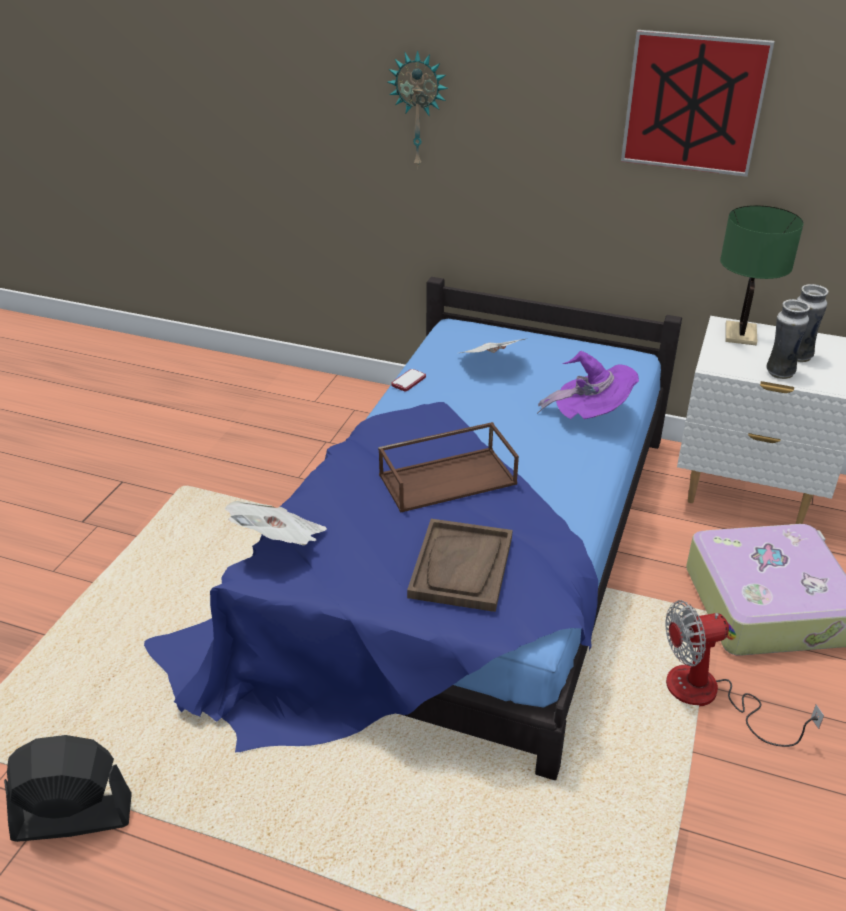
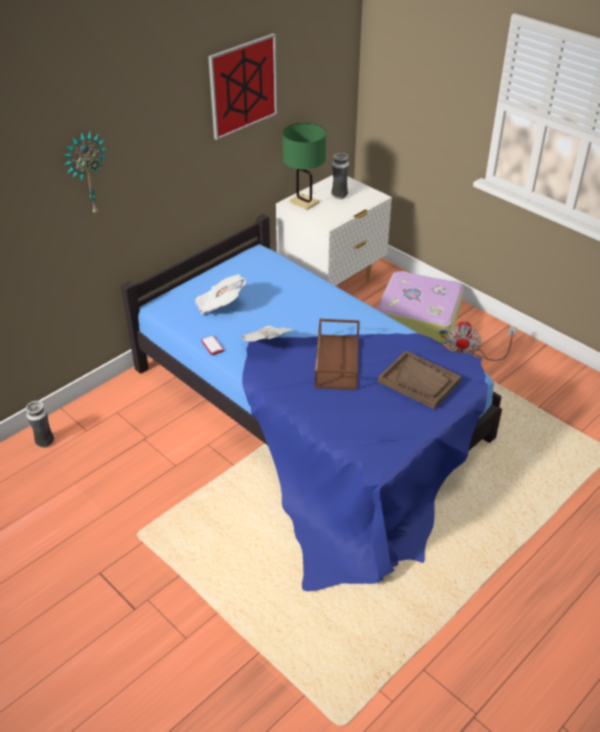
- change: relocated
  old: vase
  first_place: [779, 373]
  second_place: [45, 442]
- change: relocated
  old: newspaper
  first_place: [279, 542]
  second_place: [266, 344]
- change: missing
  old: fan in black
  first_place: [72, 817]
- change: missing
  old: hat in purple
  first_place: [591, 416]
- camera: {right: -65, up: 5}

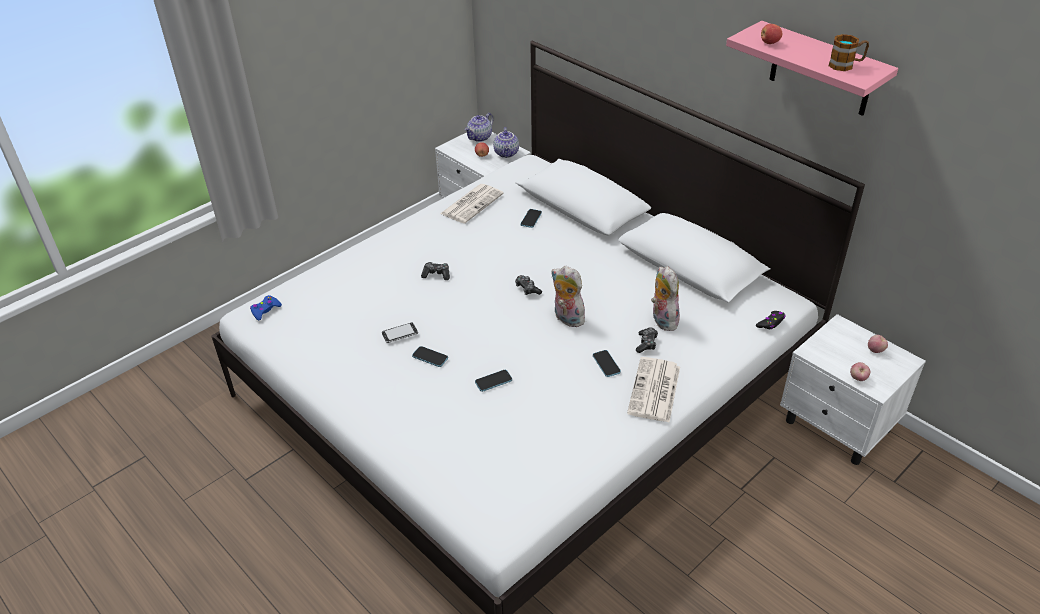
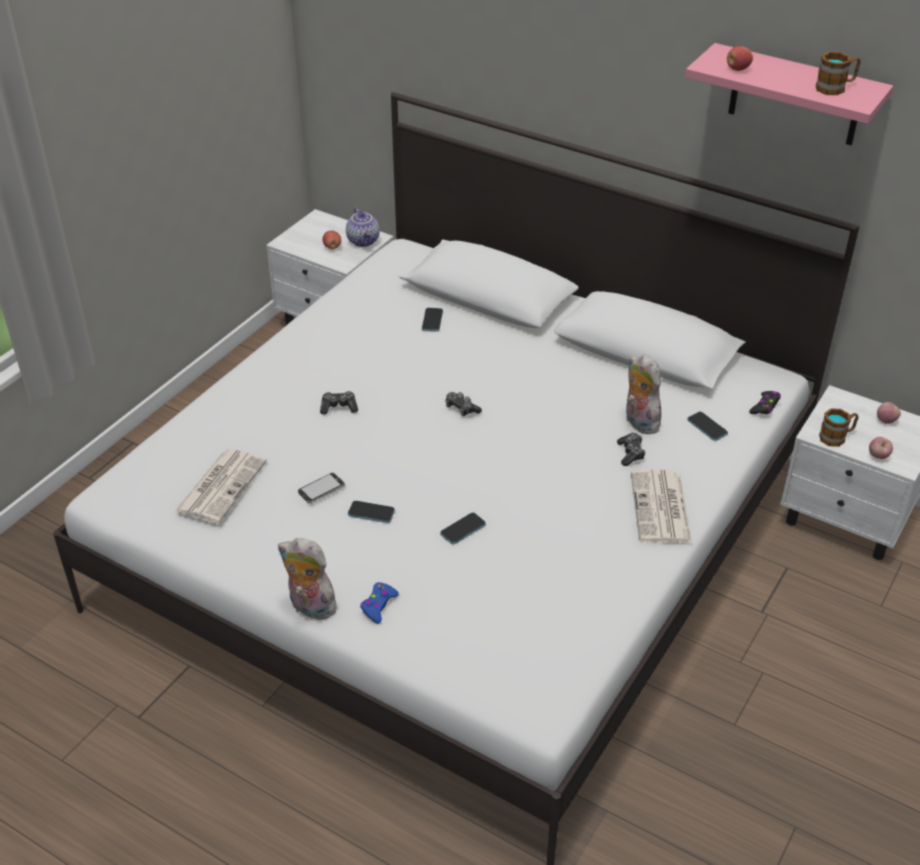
- change: relocated
  old: newspaper
  first_place: [472, 203]
  second_place: [221, 485]
- change: relocated
  old: plush toy
  first_place: [566, 318]
  second_place: [309, 607]
- change: relocated
  old: game controller in blue
  first_place: [265, 310]
  second_place: [378, 606]
- change: relocated
  old: phone
  first_place: [606, 364]
  second_place: [707, 427]
- change: appeared
  new: mug
  second_place: [837, 437]
- change: missing
  old: teapot
  first_place: [480, 137]
- camera: {right: -15, up: 0}

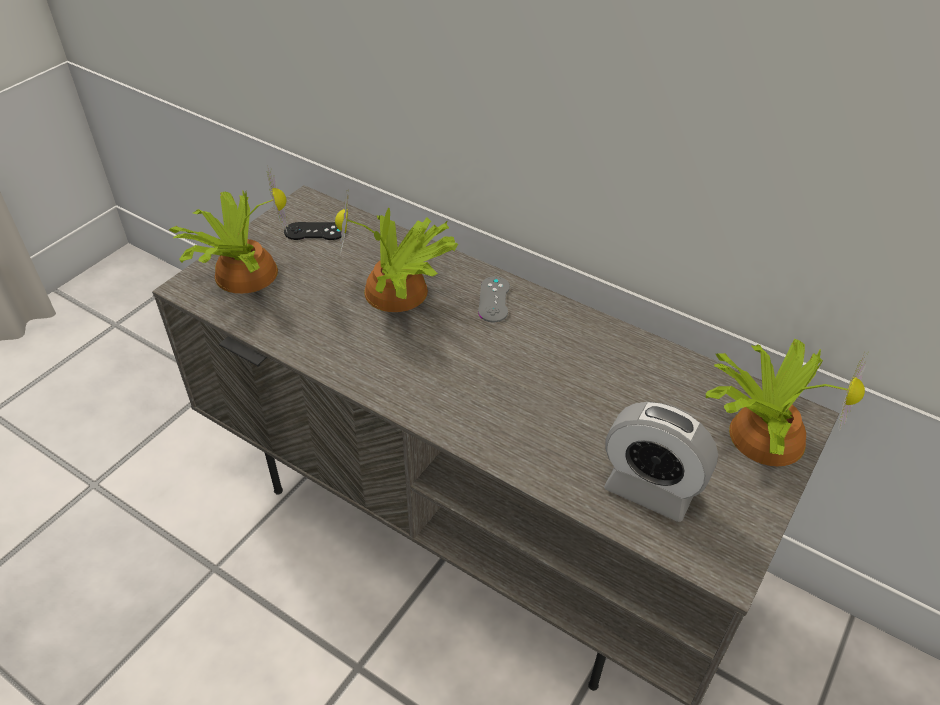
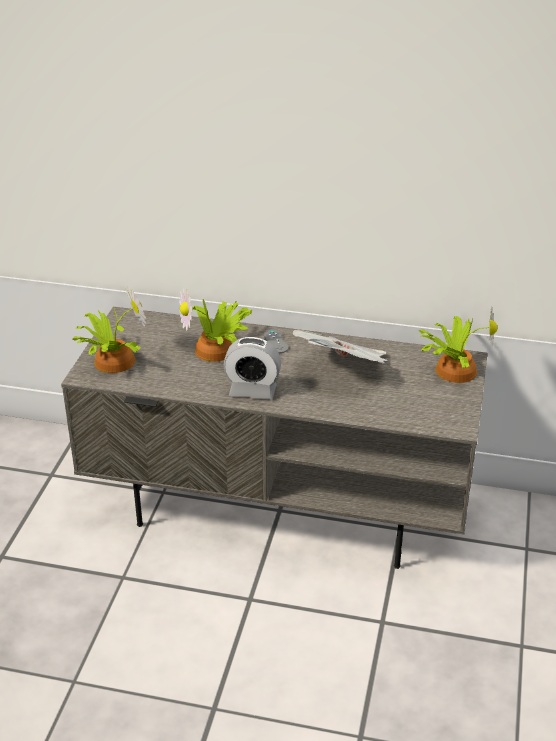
- change: relocated
  old: alarm clock
  first_place: [649, 489]
  second_place: [252, 391]
- change: appeared
  new: newspaper
  second_place: [344, 368]
- change: missing
  old: game controller in black
  first_place: [315, 231]
- camera: {right: -20, up: -10}

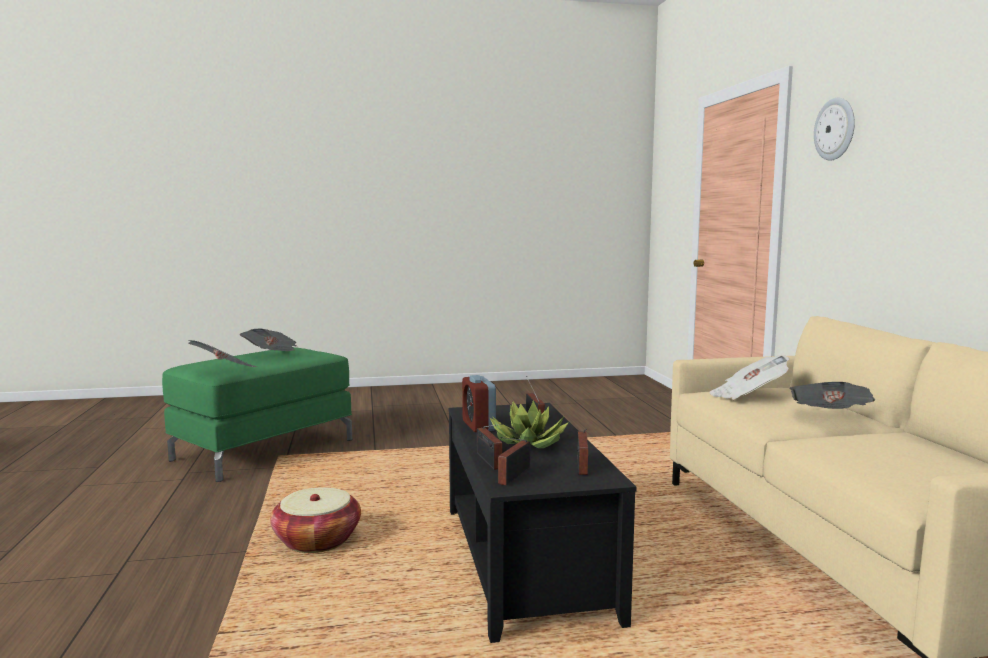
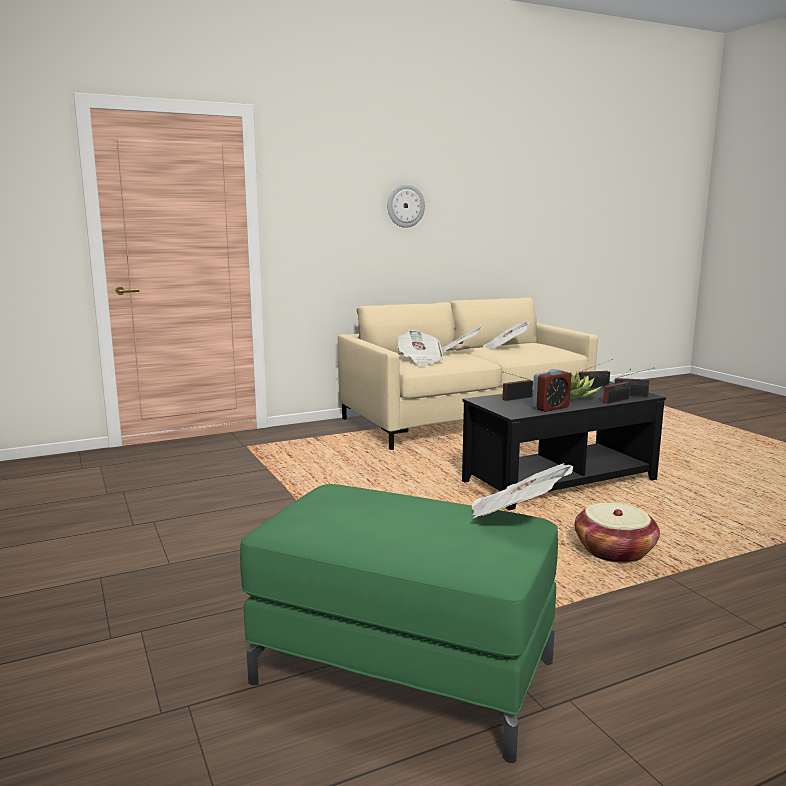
- change: relocated
  old: wall clock
  first_place: [835, 129]
  second_place: [405, 206]
- change: relocated
  old: newspaper
  first_place: [272, 355]
  second_place: [505, 347]
- camera: {right: -105, up: 5}

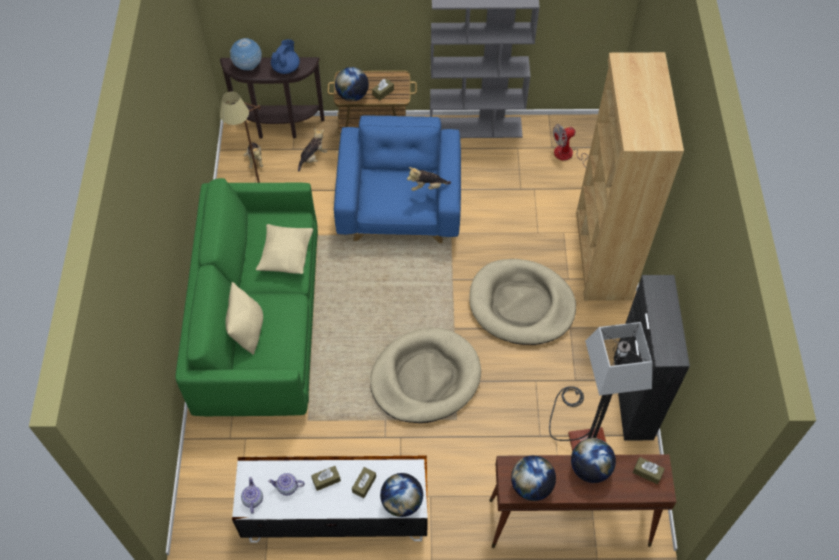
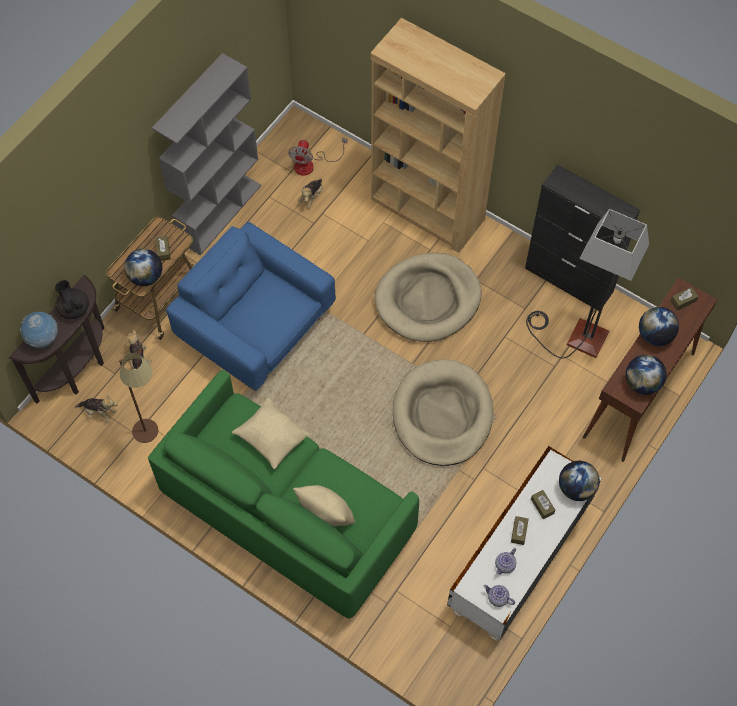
- change: colour
  old: teapot in blue
  new: teapot in black
  first_place: [286, 68]
  second_place: [74, 308]
- change: relocated
  old: plush toy
  first_place: [427, 187]
  second_place: [311, 197]
- camera: {right: -55, up: 5}

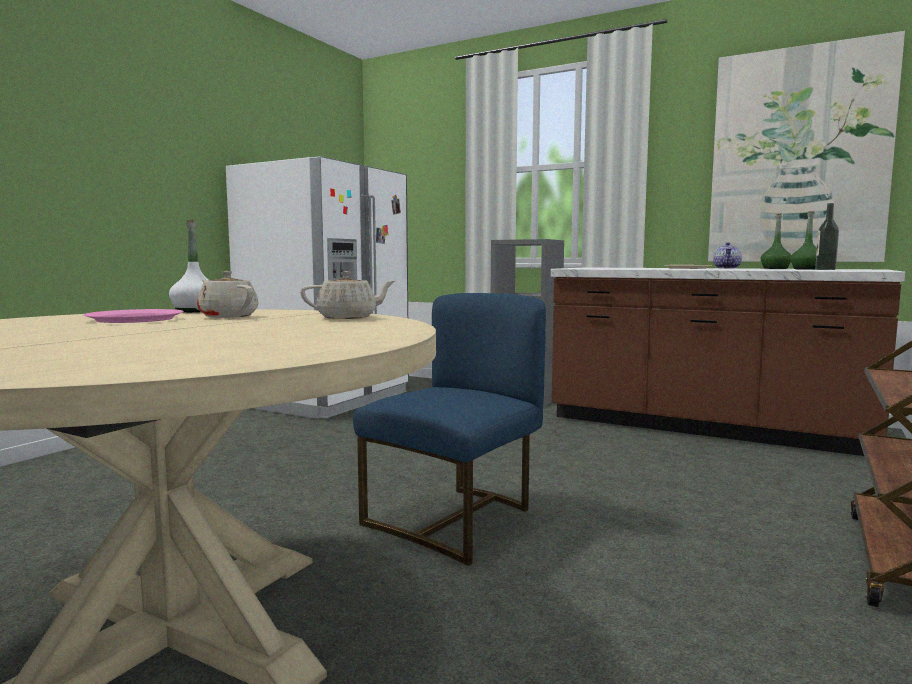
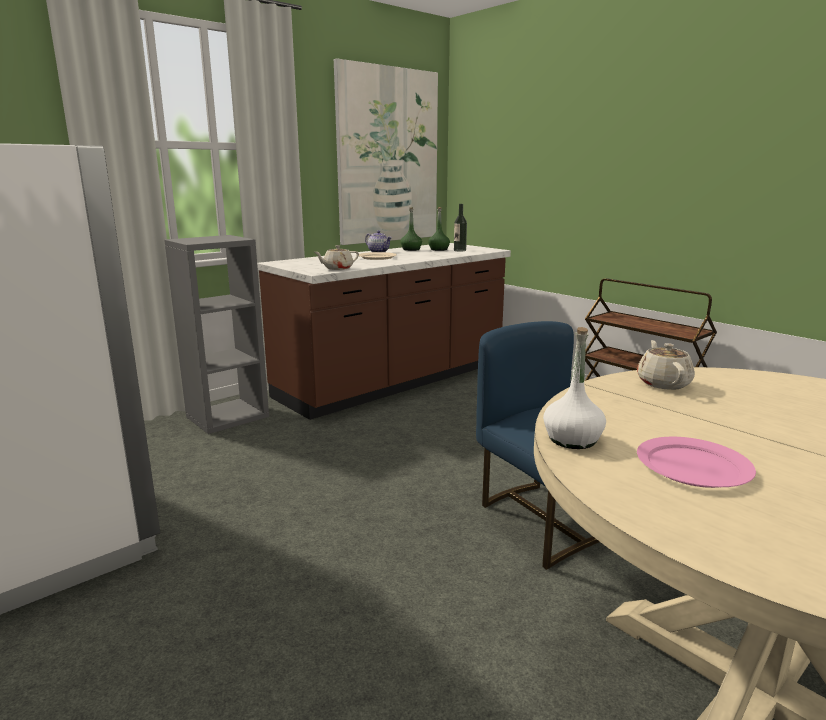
- change: relocated
  old: teapot in beige
  first_place: [228, 316]
  second_place: [337, 268]
- camera: {right: -70, up: 10}

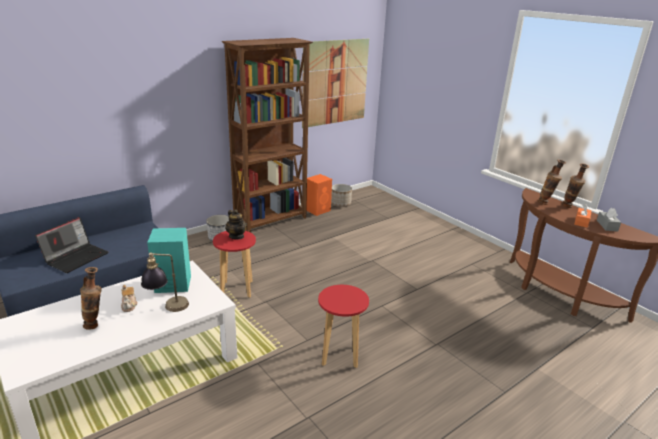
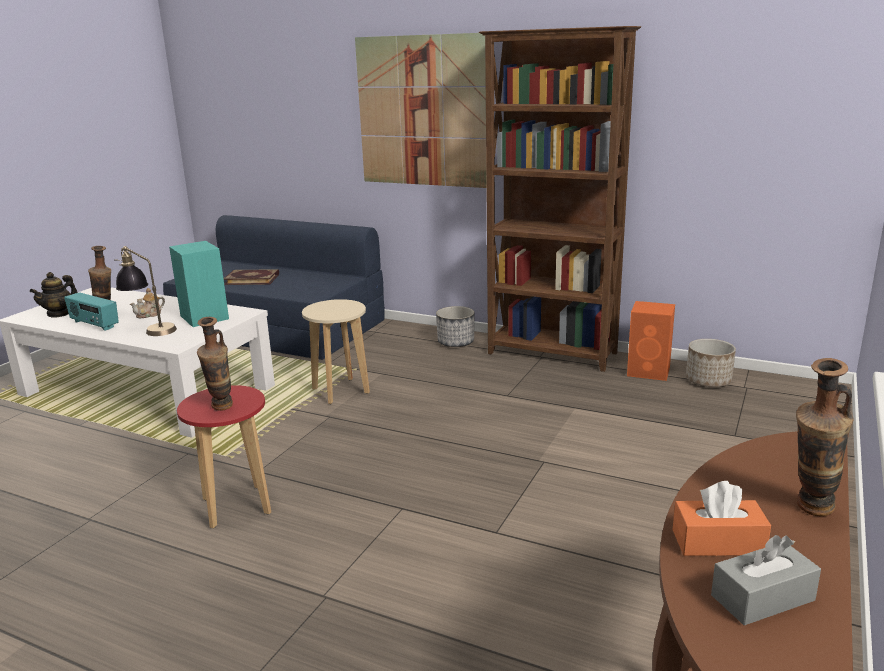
- change: relocated
  old: teapot
  first_place: [236, 236]
  second_place: [59, 313]
- change: appeared
  new: radio
  second_place: [94, 325]
- change: relocated
  old: vase
  first_place: [546, 204]
  second_place: [221, 409]
- change: exchanged
  old: laptop
  new: book
  first_place: [76, 257]
  second_place: [252, 279]
- change: colour
  old: stool in red
  new: stool in beige
  first_place: [237, 289]
  second_place: [341, 391]
- change: relocated
  old: picture
  first_place: [335, 82]
  second_place: [422, 112]
- camera: {right: 65, up: -5}

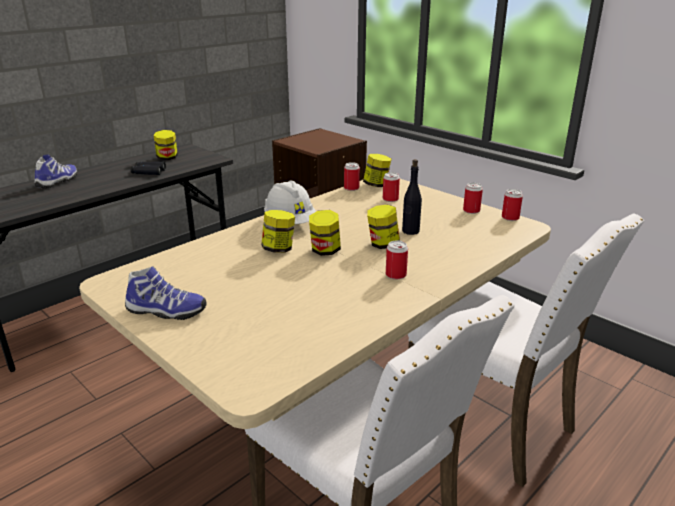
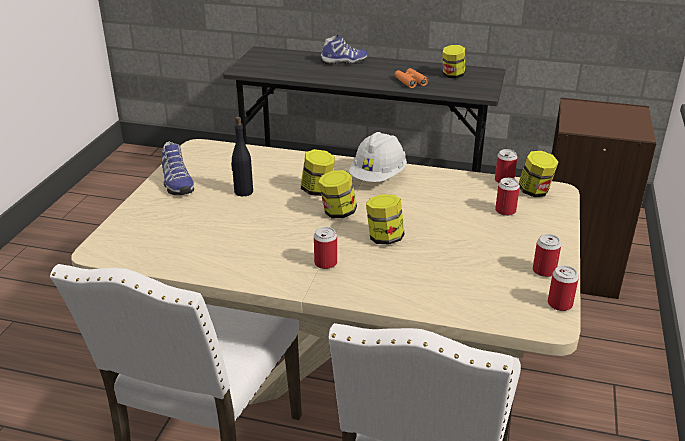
- change: relocated
  old: bottle in black
  first_place: [410, 231]
  second_place: [243, 192]
- change: colour
  old: binoculars in black
  new: binoculars in orange
  first_place: [148, 172]
  second_place: [410, 82]
- camera: {right: 60, up: 5}

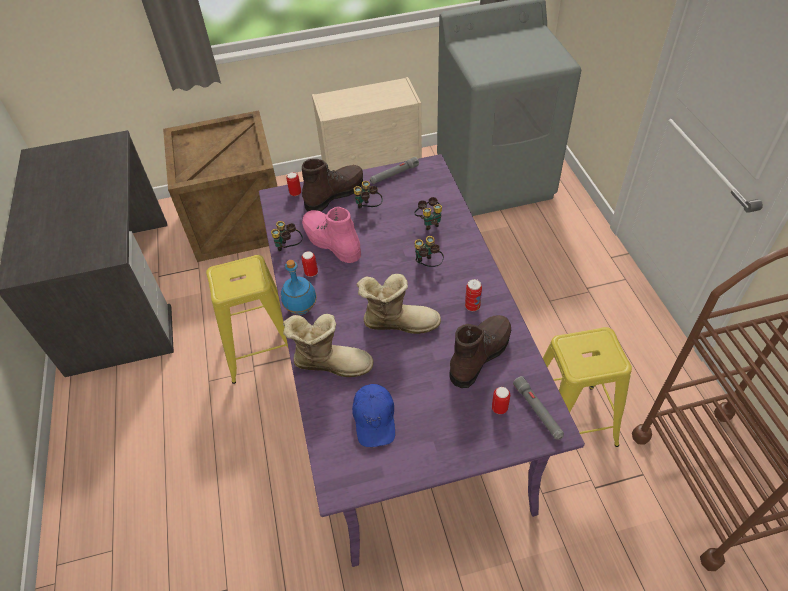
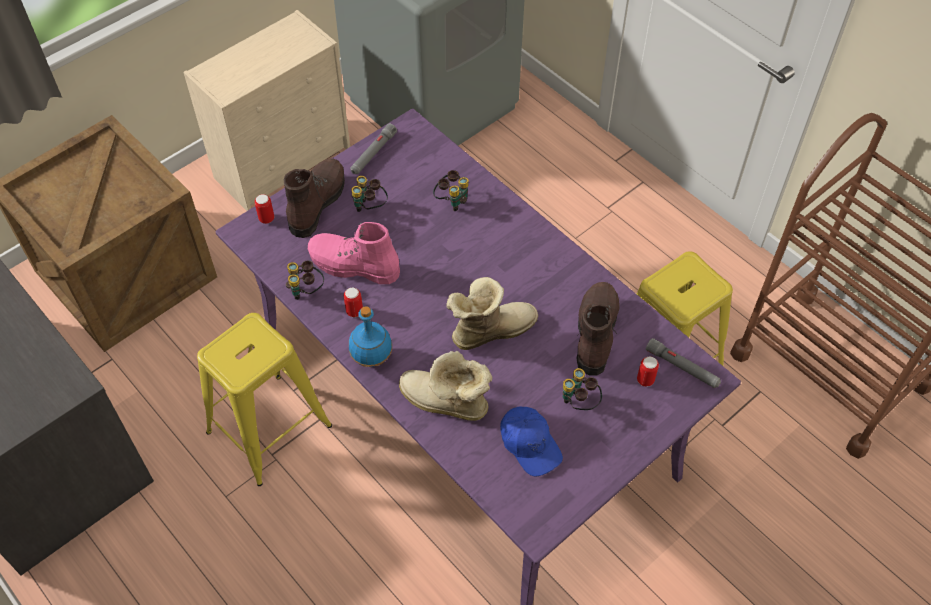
- change: spun
  old: boot
  first_place: [331, 362]
  second_place: [445, 404]
  degrees: -135
- change: relocated
  old: binoculars
  first_place: [427, 265]
  second_place: [579, 403]
- change: missing
  old: can
  first_place: [472, 306]
- camera: {right: -30, up: 5}

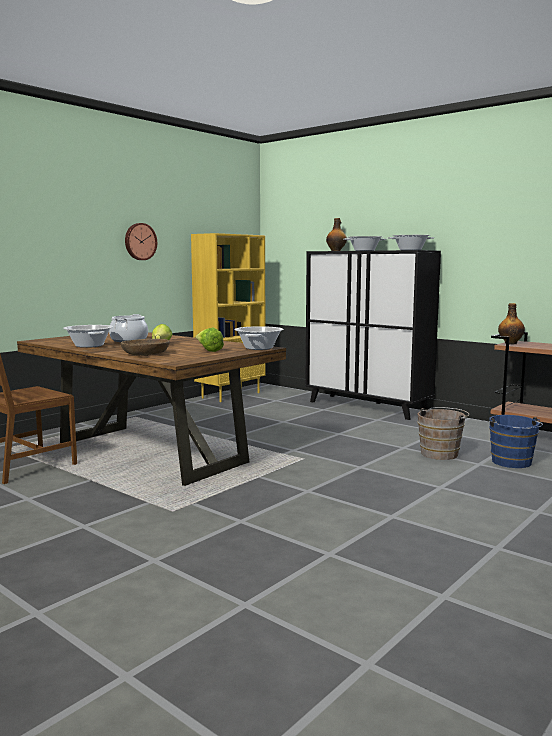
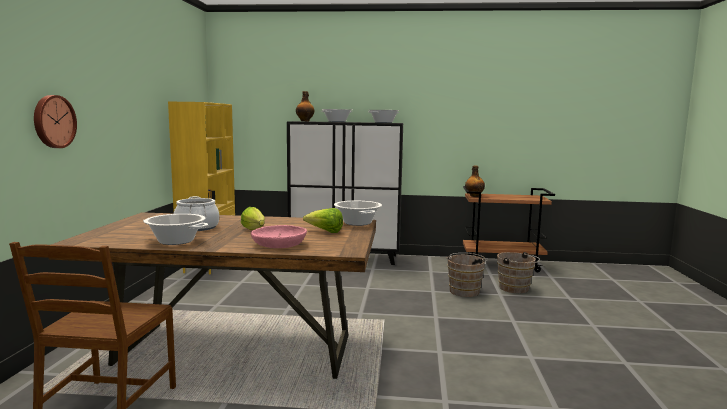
- change: relocated
  old: wall clock
  first_place: [140, 241]
  second_place: [53, 121]
- change: colour
  old: bowl in brown
  new: bowl in pink
  first_place: [145, 353]
  second_place: [279, 244]
- change: colour
  old: bucket in blue
  new: bucket in brown
  first_place: [512, 463]
  second_place: [516, 289]
- camera: {right: -35, up: 0}

